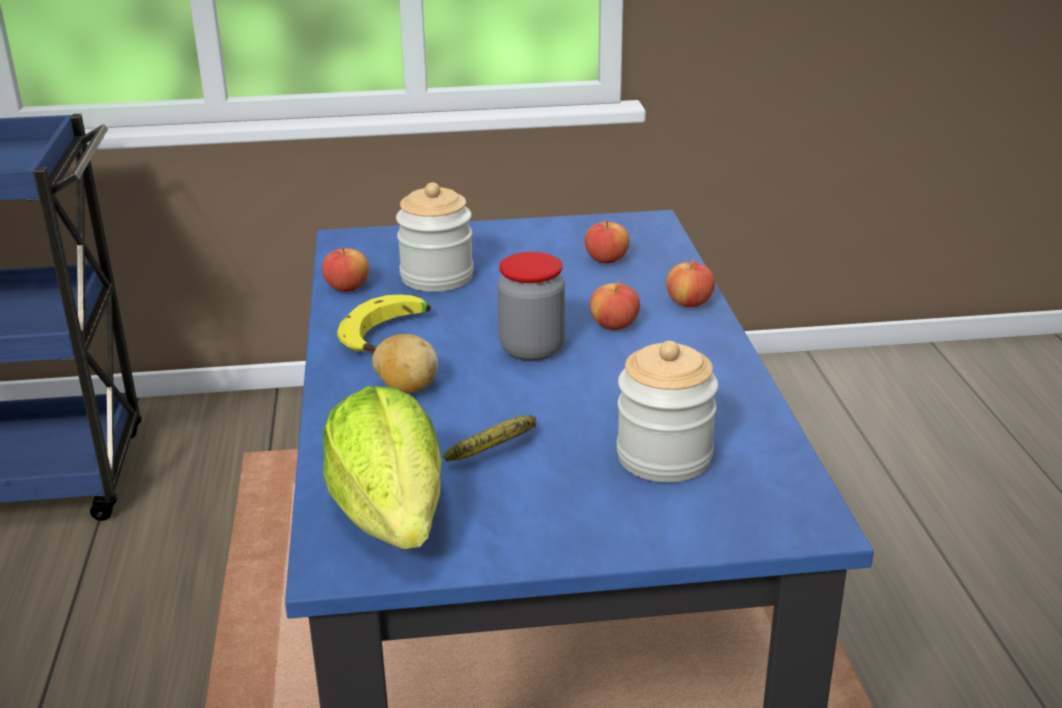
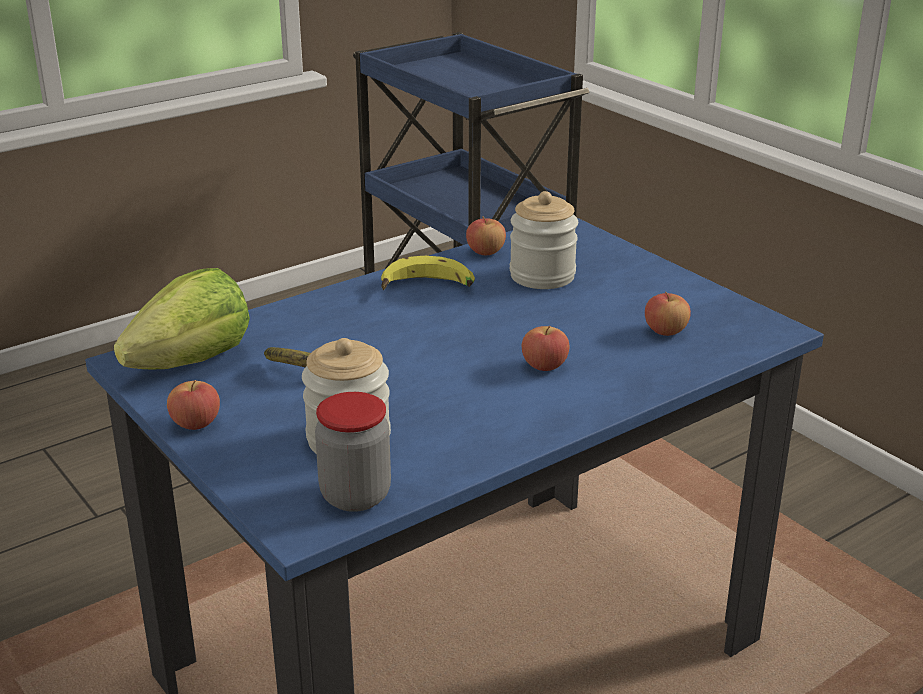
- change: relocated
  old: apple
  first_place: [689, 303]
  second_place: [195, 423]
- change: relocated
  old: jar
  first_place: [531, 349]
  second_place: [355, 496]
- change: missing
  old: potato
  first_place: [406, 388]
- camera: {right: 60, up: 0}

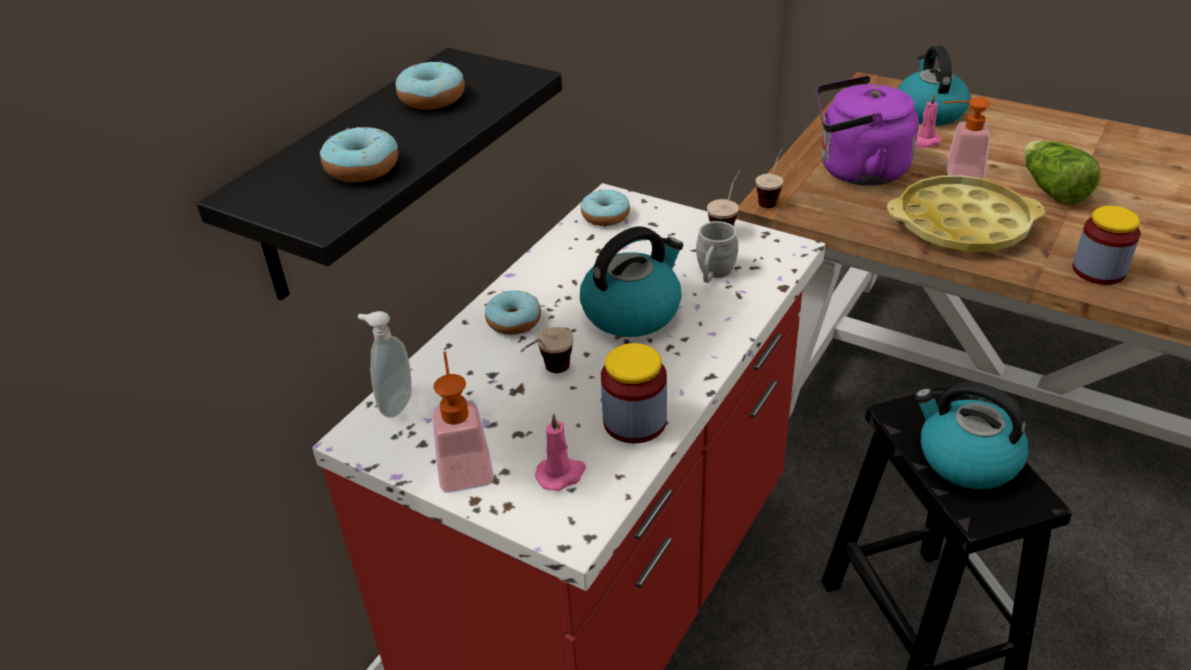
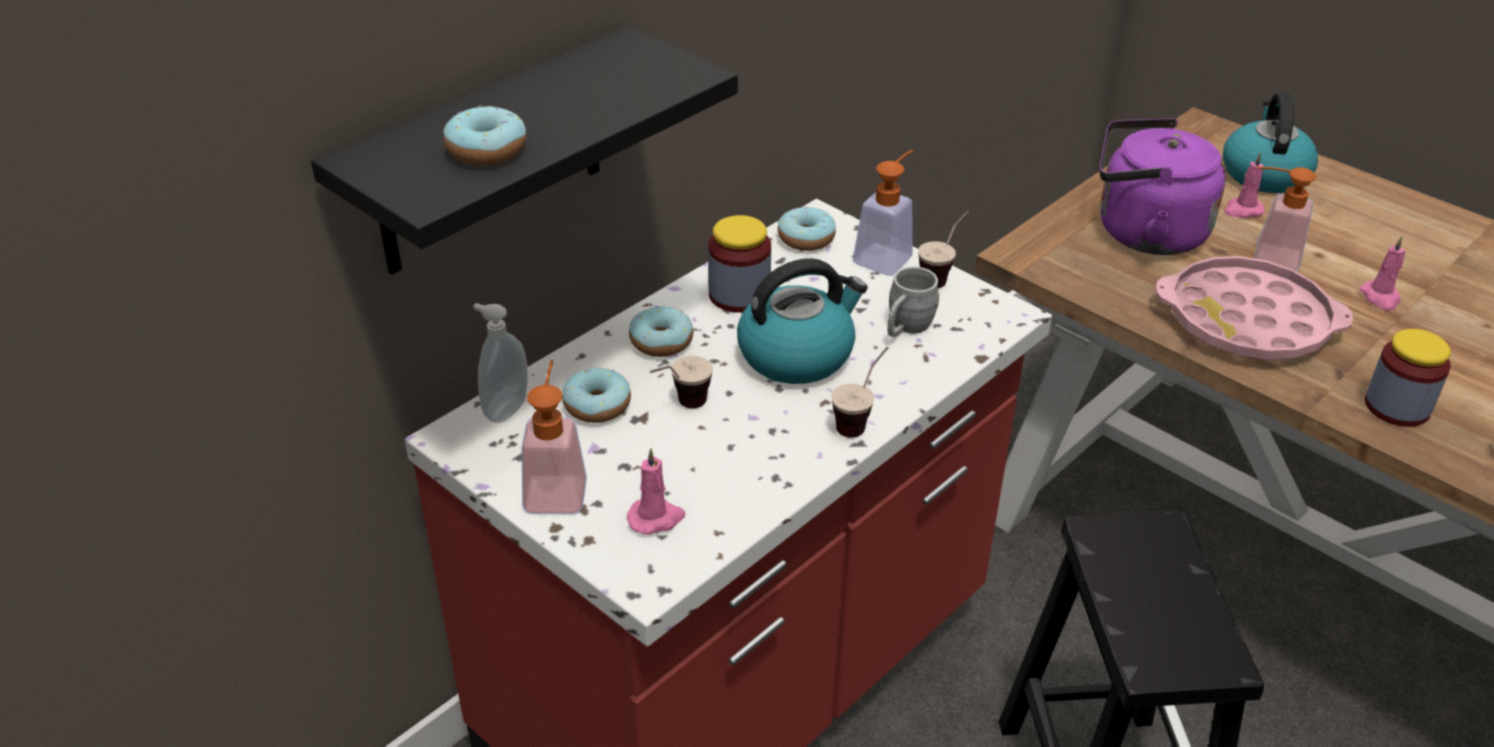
- change: relocated
  old: donut
  first_place: [432, 98]
  second_place: [597, 405]
- change: relocated
  old: jar
  first_place: [634, 421]
  second_place: [739, 295]
- change: relocated
  old: cup
  first_place: [771, 198]
  second_place: [860, 420]
- change: appeared
  new: soap dispenser
  second_place: [887, 255]
- change: colour
  old: tray in yellow
  new: tray in pink
  first_place: [961, 225]
  second_place: [1247, 321]
- change: exchanged
  old: lettuce
  new: candle in pink
  first_place: [1051, 190]
  second_place: [1380, 298]
- change: missing
  old: kettle
  first_place: [966, 459]
- camera: {right: 10, up: 0}

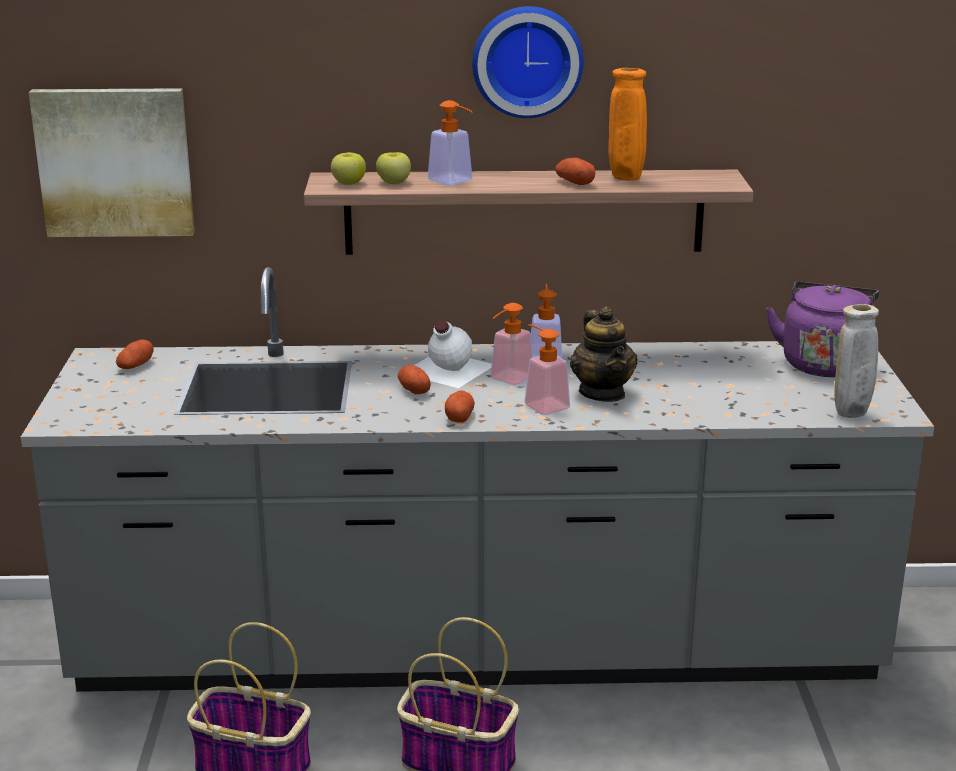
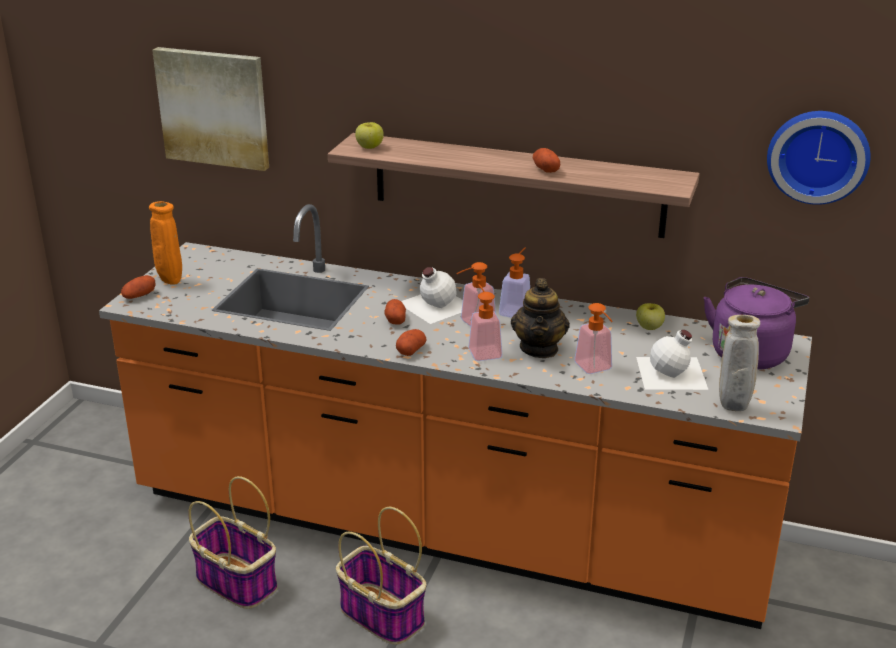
- change: colour
  old: counter in grey
  new: counter in orange
  first_place: [478, 652]
  second_place: [447, 528]
- change: relocated
  old: potato
  first_place: [136, 366]
  second_place: [139, 296]
- change: relocated
  old: vase in orange
  first_place: [625, 179]
  second_place: [170, 282]
- change: relocated
  old: soap dispenser
  first_place: [455, 182]
  second_place: [596, 369]
- change: relocated
  old: apple
  first_place: [393, 182]
  second_place: [649, 327]
- change: appeared
  new: bottle in white
  second_place: [672, 373]
- change: relocated
  old: wall clock
  first_place: [527, 60]
  second_place: [818, 155]
- camera: {right: 20, up: 5}

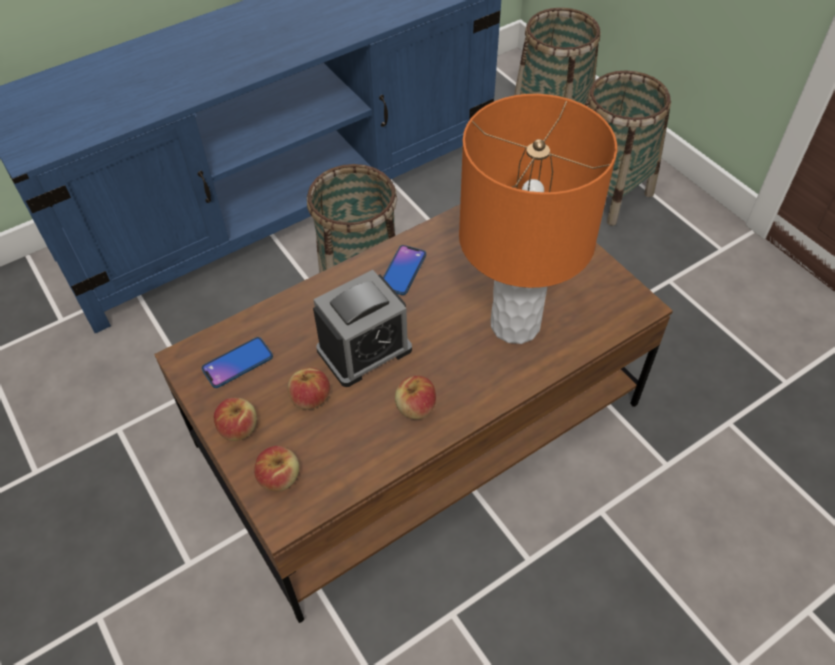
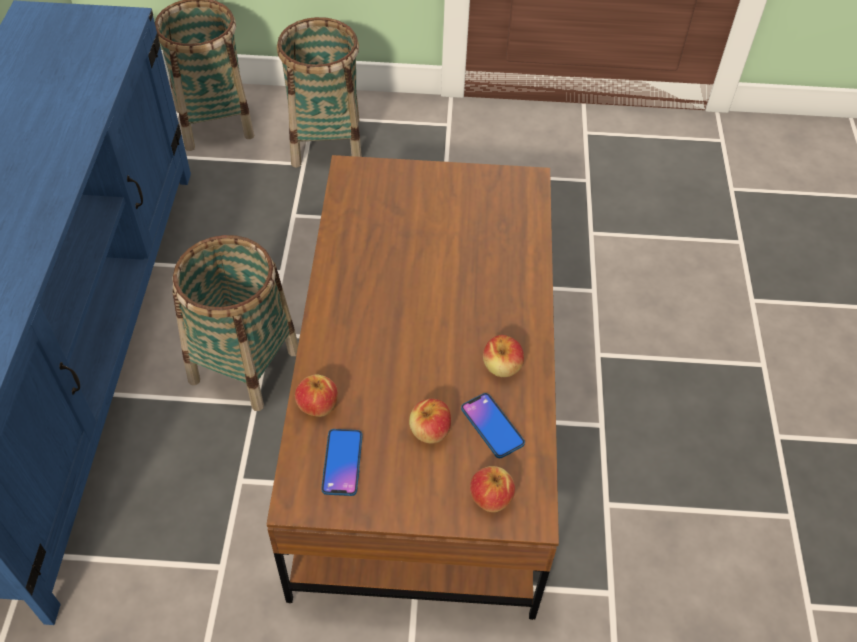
- change: relocated
  old: apple
  first_place: [238, 428]
  second_place: [317, 405]
- change: relocated
  old: phone
  first_place: [403, 271]
  second_place: [492, 426]
- change: missing
  old: alarm clock
  first_place: [364, 350]
- change: missing
  old: table lamp in orange
  first_place: [515, 324]
- camera: {right: -55, up: 0}

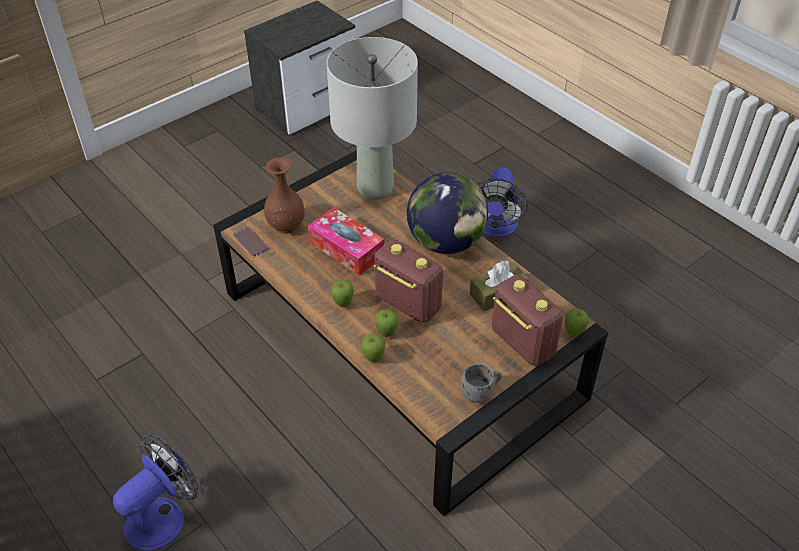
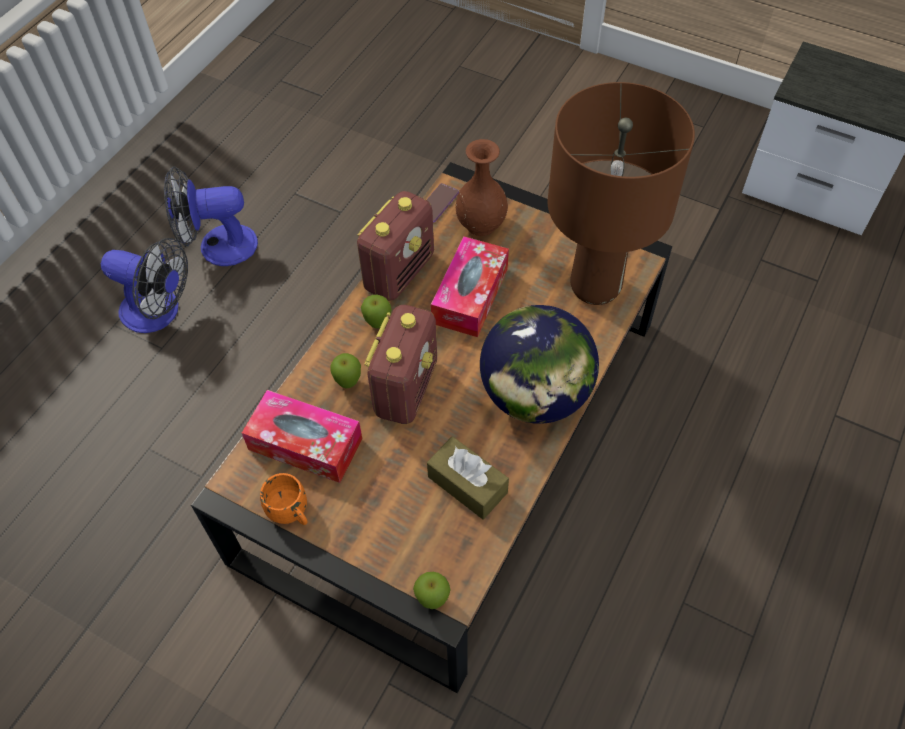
- change: relocated
  old: fan
  first_place: [495, 228]
  second_place: [218, 246]
- change: appeared
  new: tissue box
  second_place: [305, 444]
- change: colour
  old: mug in grey
  new: mug in orange
  first_place: [481, 392]
  second_place: [291, 513]
- change: relocated
  old: radio
  first_place: [521, 342]
  second_place: [399, 272]
- change: colour
  old: table lamp in grey
  new: table lamp in brown
  first_place: [374, 189]
  second_place: [594, 286]
- change: missing
  old: apple
  first_place: [373, 358]
- camera: {right: 70, up: 10}

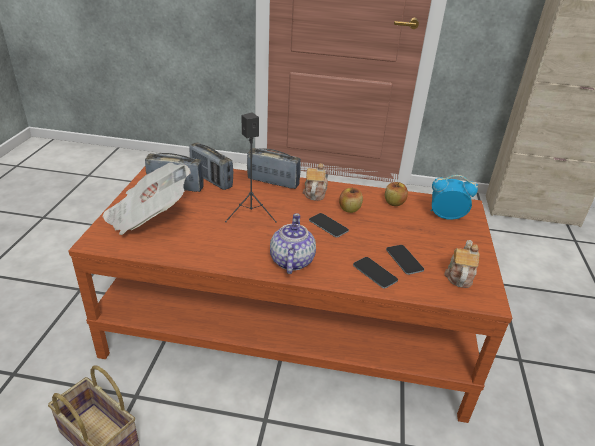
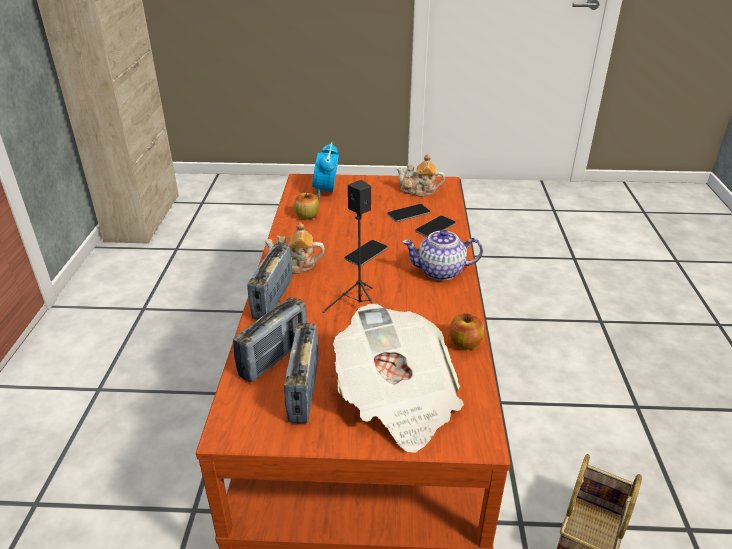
- change: relocated
  old: apple
  first_place: [349, 209]
  second_place: [465, 343]
- camera: {right: -95, up: 0}

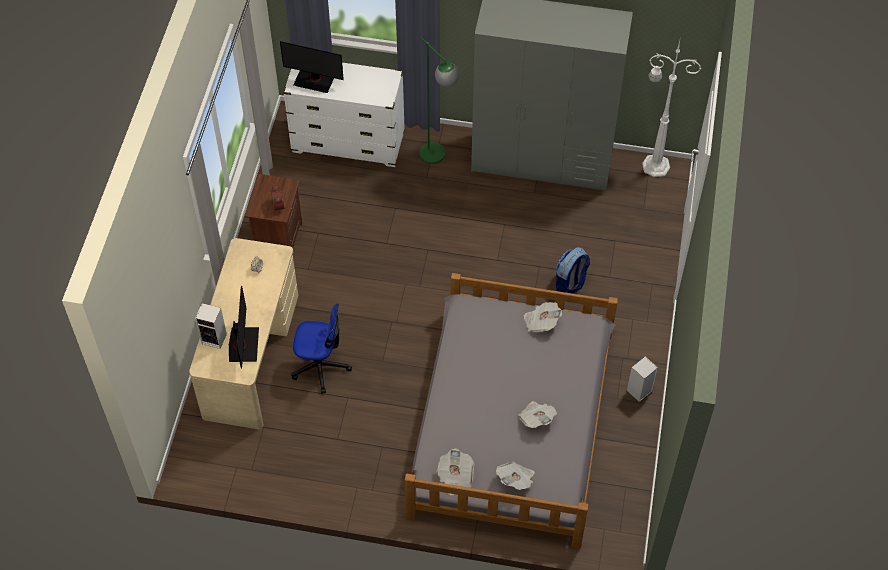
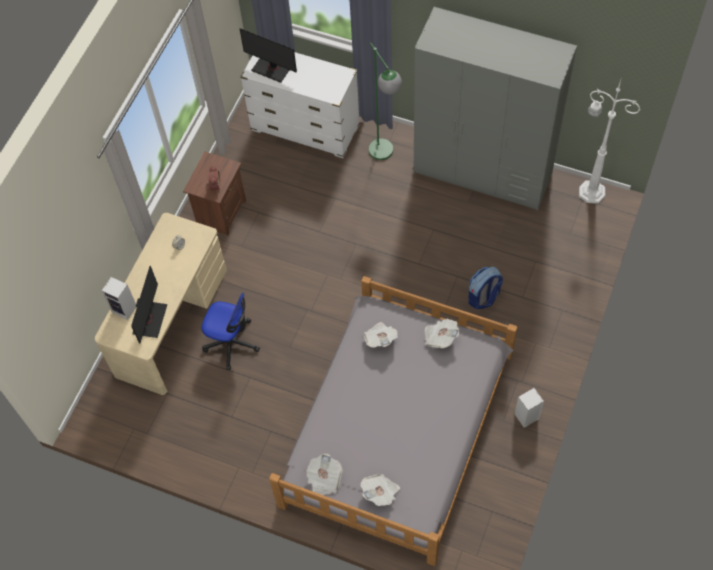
- change: relocated
  old: newspaper
  first_place: [536, 418]
  second_place: [380, 338]
- camera: {right: 15, up: 5}

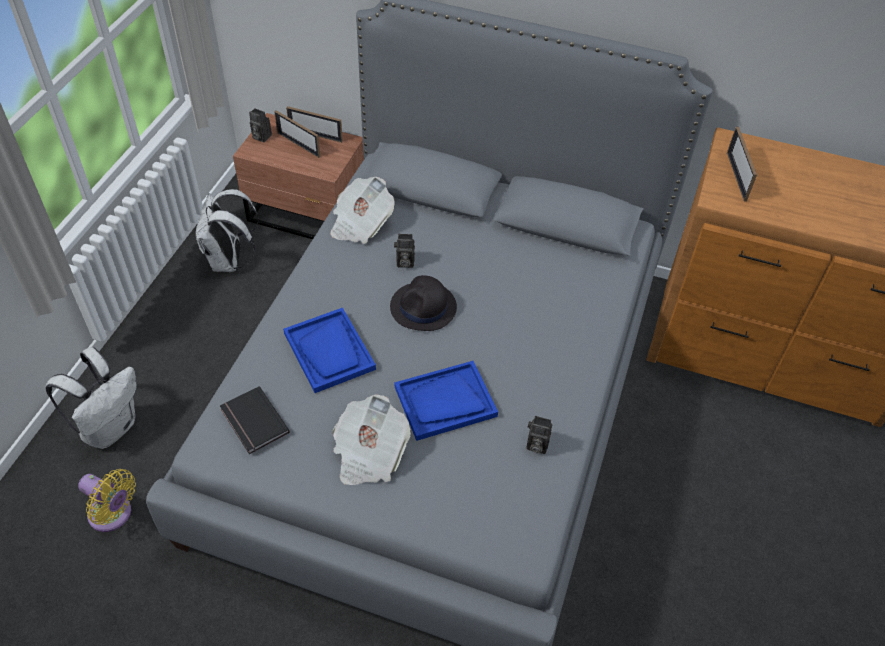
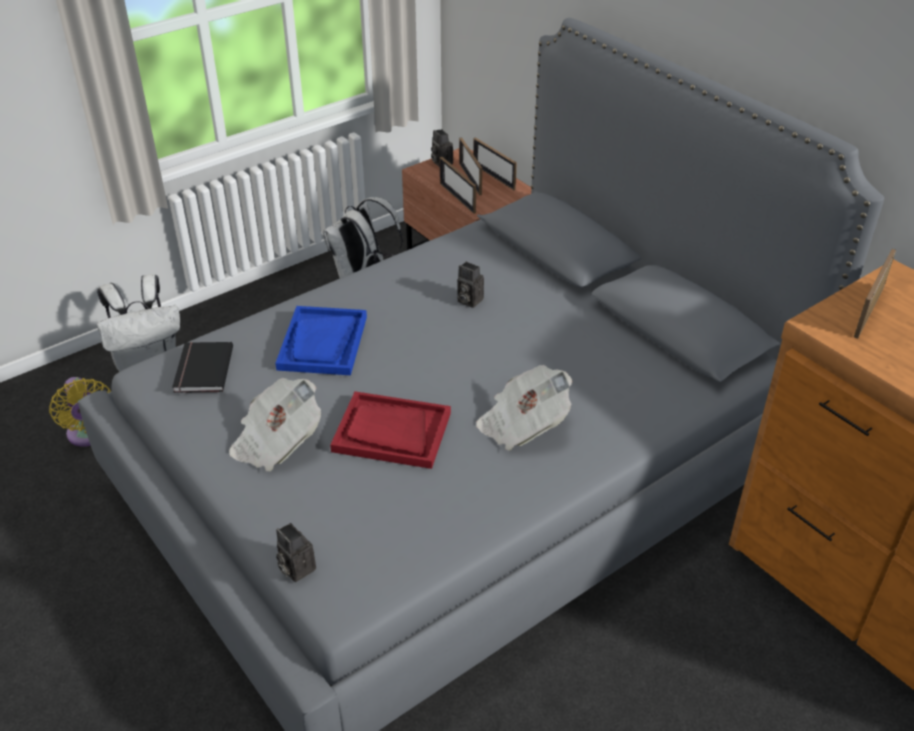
- change: relocated
  old: photo camera
  first_place: [536, 445]
  second_place: [295, 568]
- change: colour
  old: tray in blue
  new: tray in red
  first_place: [445, 402]
  second_place: [391, 432]
- change: appeared
  new: picture frame
  second_place: [457, 198]
- change: relocated
  old: newspaper
  first_place: [360, 224]
  second_place: [523, 425]
- change: missing
  old: hat in black
  first_place: [423, 308]
- camera: {right: 35, up: -10}

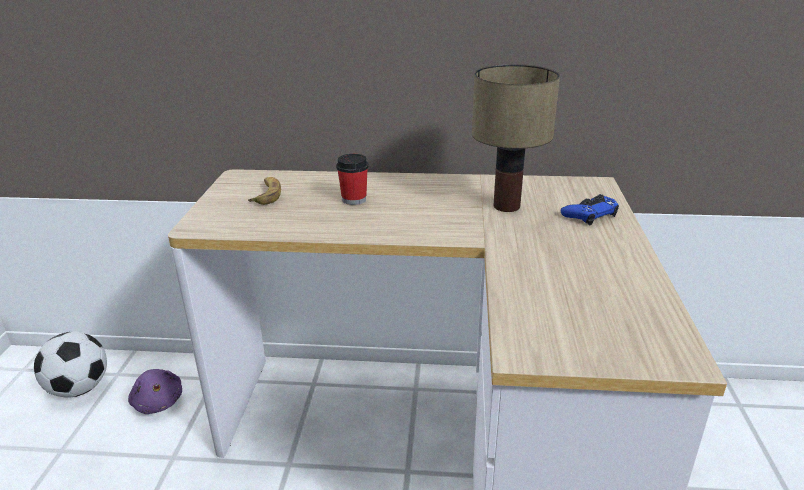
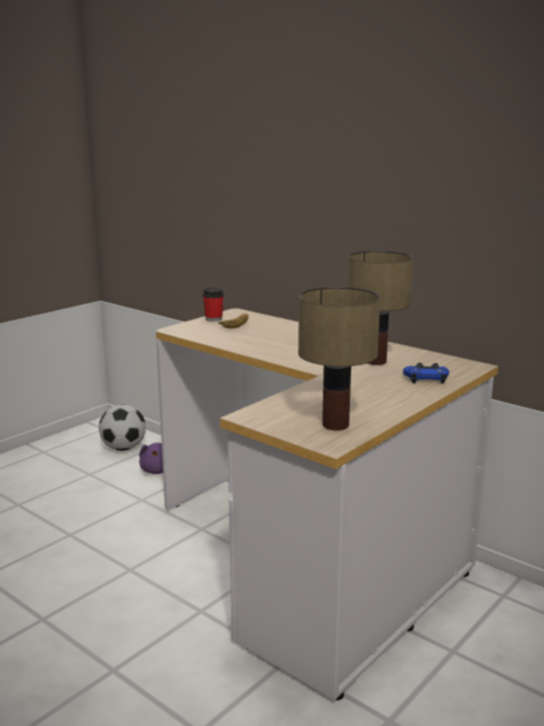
- change: relocated
  old: cup
  first_place: [354, 199]
  second_place: [213, 319]
- change: appeared
  new: table lamp
  second_place: [335, 425]
- camera: {right: 35, up: -10}

